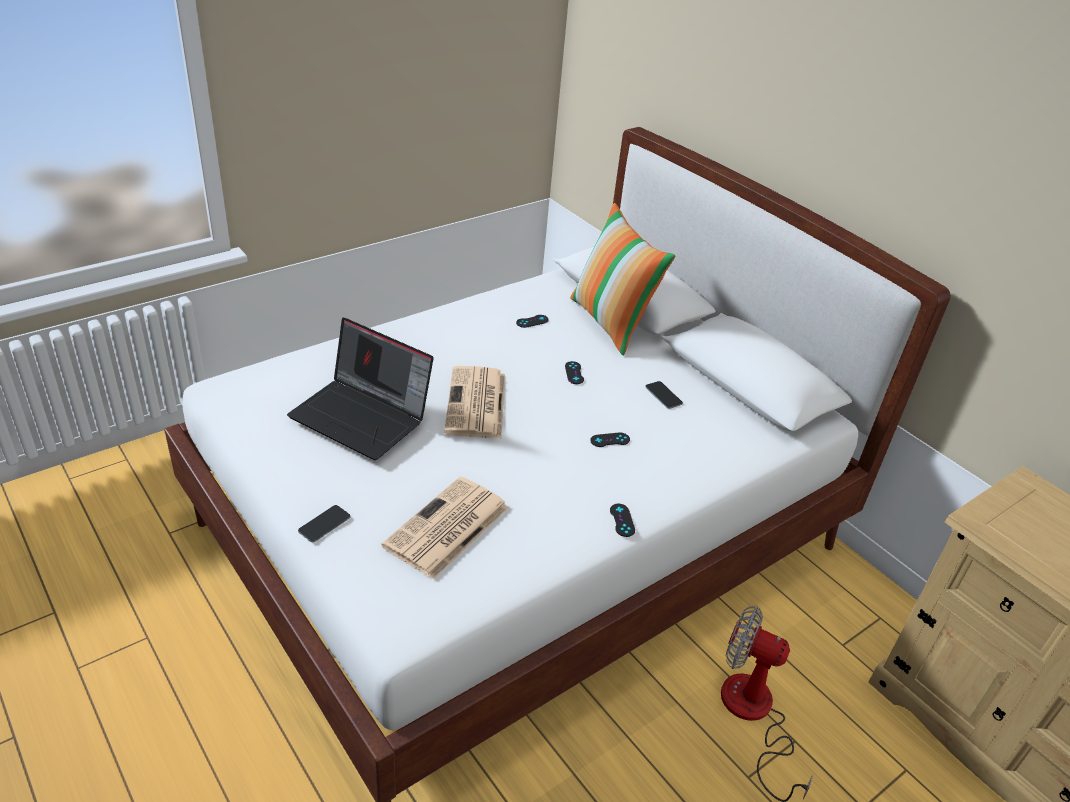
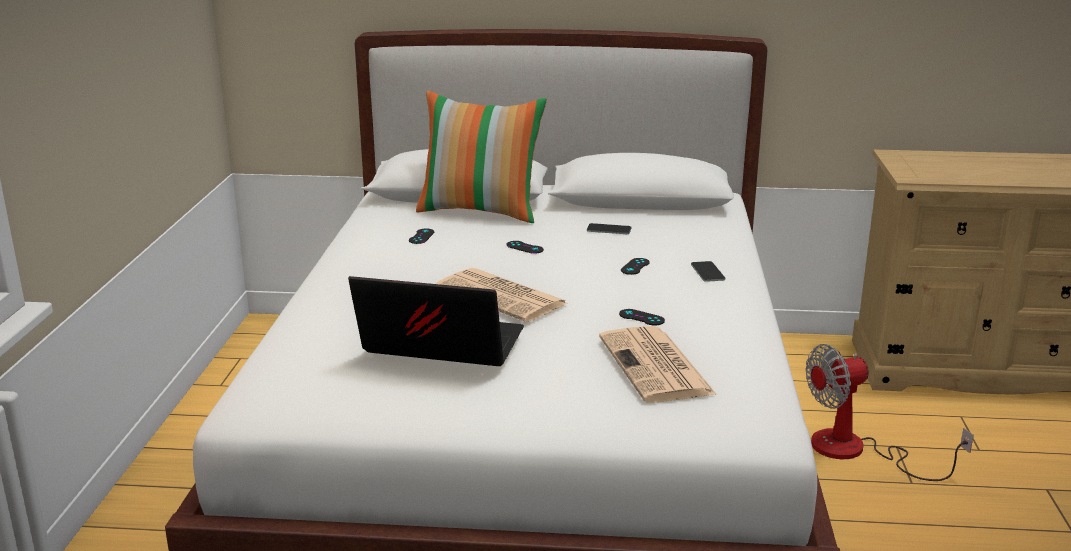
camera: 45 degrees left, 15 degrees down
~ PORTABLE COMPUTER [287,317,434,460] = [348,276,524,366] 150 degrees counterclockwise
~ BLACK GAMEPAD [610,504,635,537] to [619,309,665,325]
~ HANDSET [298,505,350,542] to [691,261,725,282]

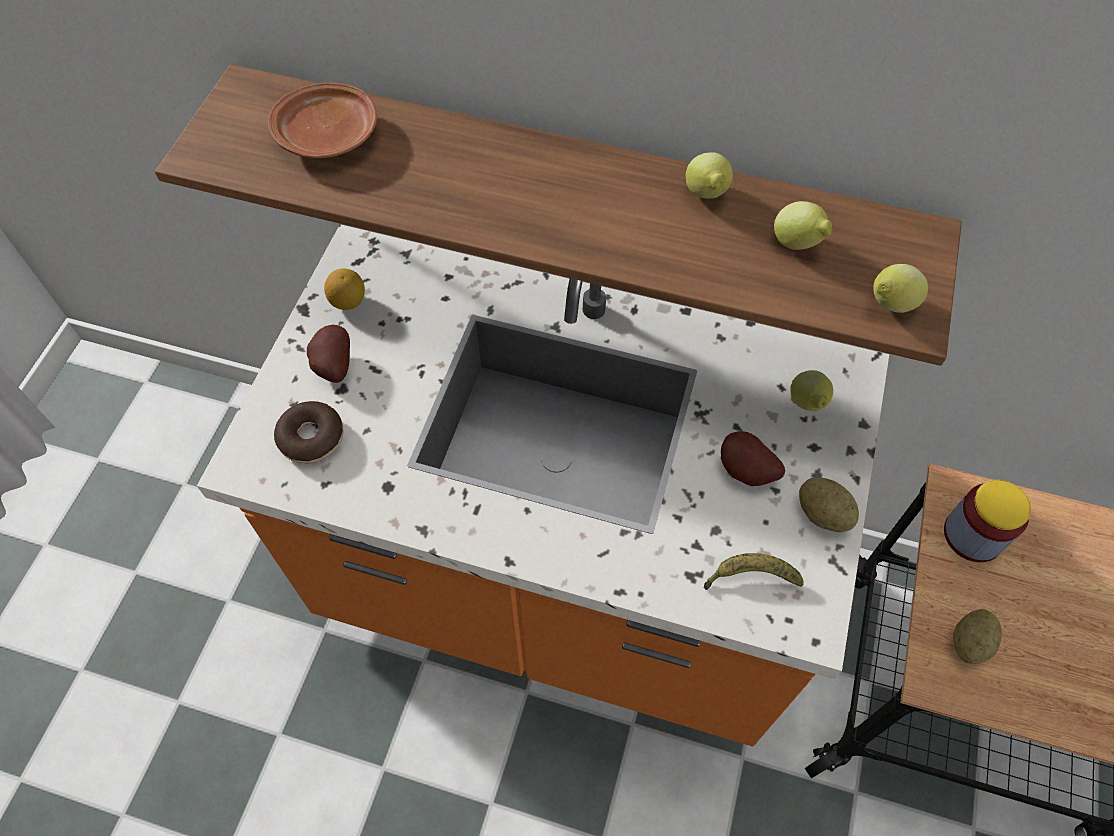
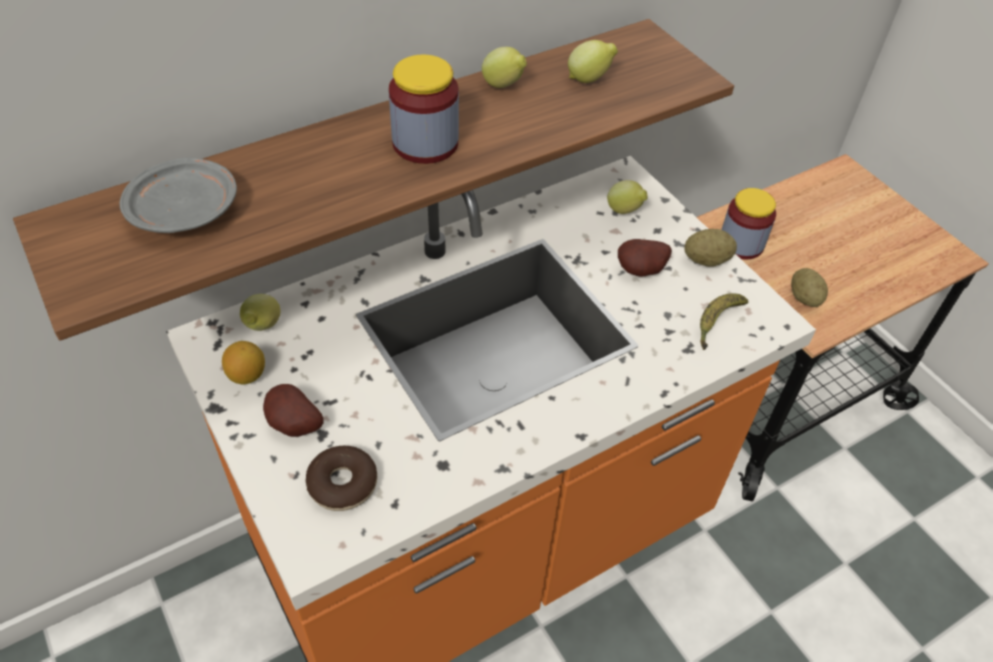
camera: 50 degrees left, 10 degrees down
~ BROWN PLATE [268,83,377,158] to GRAY PLATE [120,157,237,233]
~ CITRUS FRUIT [873,264,928,313] to [240,294,280,331]
+ PRESERVE JAR [389,55,459,164]

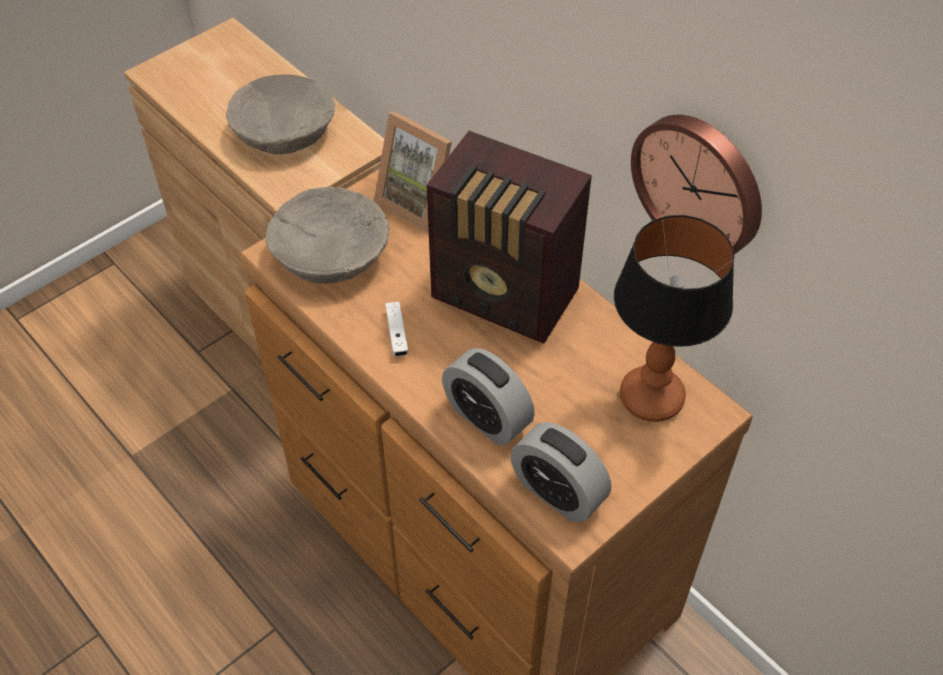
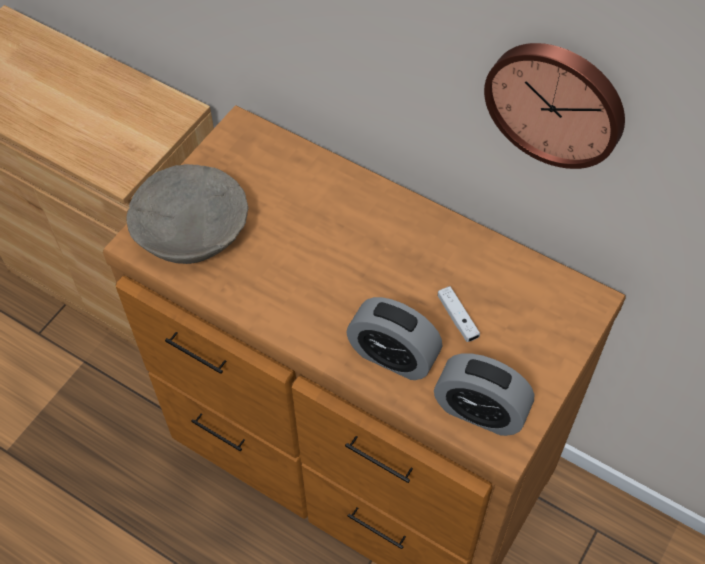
camera: 15 degrees left, 5 degrees up
- BEIGE-COLOURED DEEP DISH [226,74,335,154]
- PICTURE FRAME [374,111,452,233]
- RADIO RECEIVER [426,131,592,344]
- TABLETOP LAMP [614,215,735,422]
~ WHITISH GAMEPAD [385,302,409,357] to [438,286,480,342]

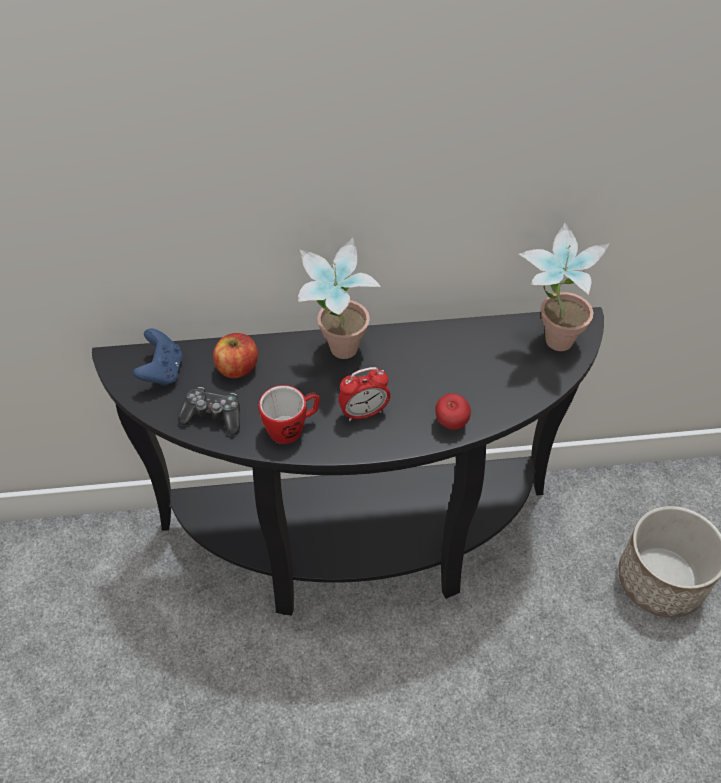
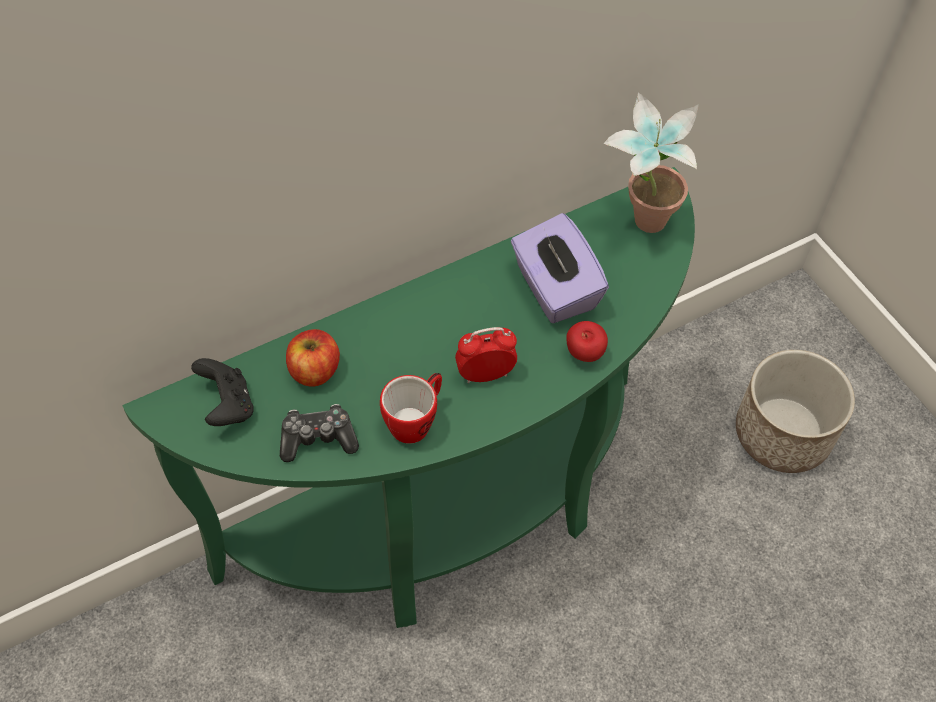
camera: 25 degrees left, 5 degrees up
- HOUSEPLANT [298,237,381,359]
~ BLACK HALL TABLE [92,307,604,616] to GREEN HALL TABLE [122,167,695,628]
~ BLUISH GAMEPAD [133,329,183,386] to BLACK GAMEPAD [191,358,254,426]
~ BEDSIDE CLOCK [338,367,390,421] = [455,327,517,383] 150 degrees counterclockwise
+ PURPLE BOX OF TISSUES [511,213,609,323]

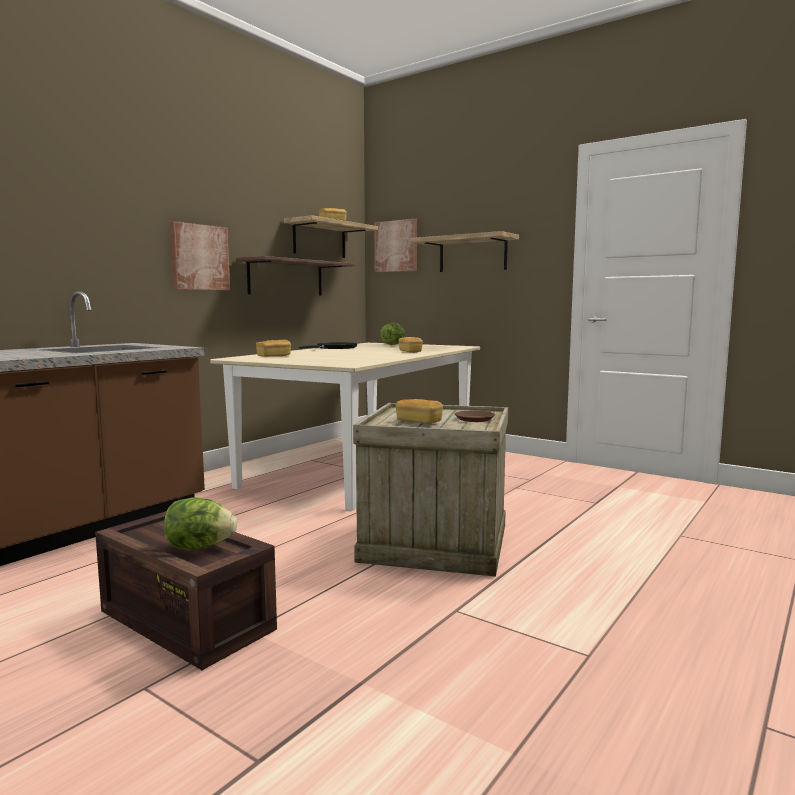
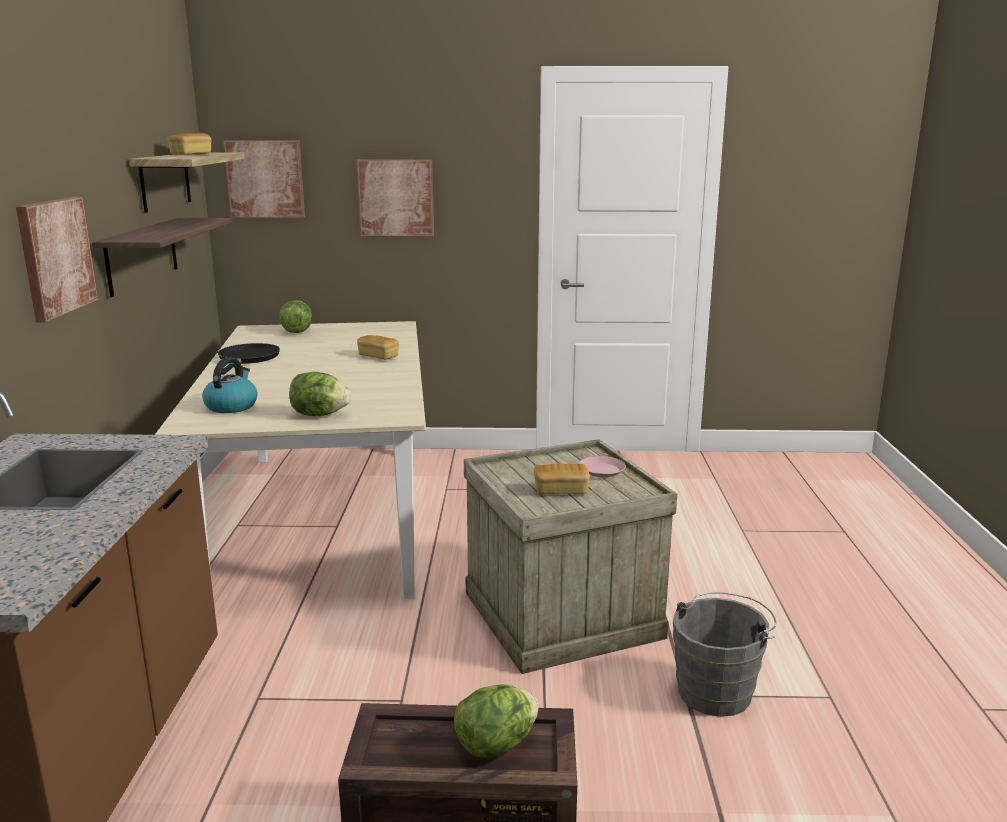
camera: 35 degrees left, 10 degrees up
~ WALL SHELF [411,231,519,272] to WALL PICTURE [356,160,434,236]
~ BREAD [256,339,291,357] to WATER KETTLE [202,357,258,413]
~ BROWN PLATE [455,411,495,422] to PINK-COLOURED PLATE [579,456,626,477]
+ HEAD OF LETTUCE [289,372,351,416]
+ GRAY WATER BUCKET [673,592,777,717]

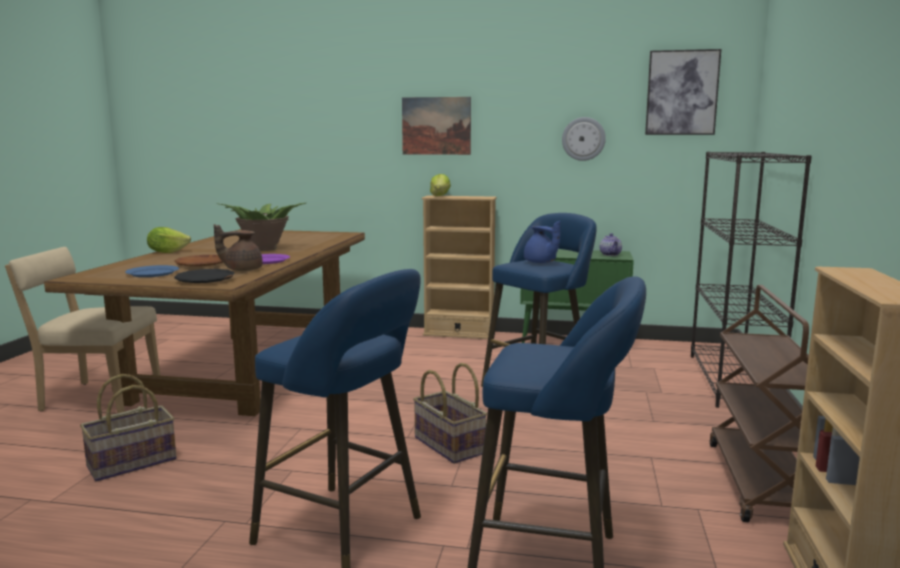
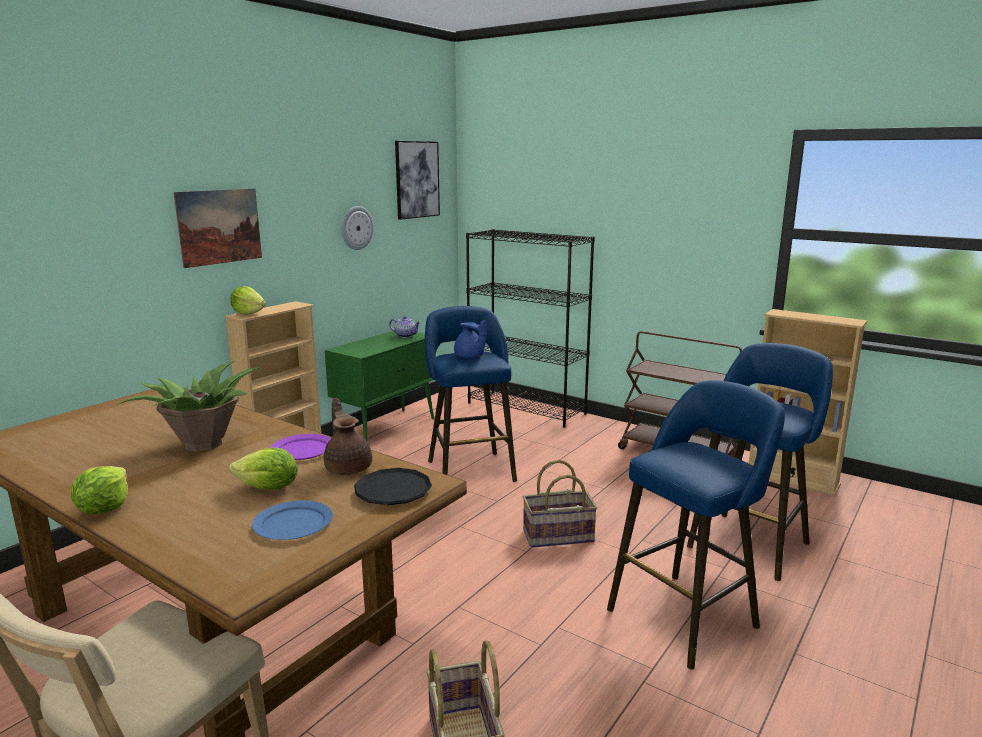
camera: 65 degrees left, 5 degrees up
~ BLUISH POT FOR TEA [524,221,560,263] = [454,320,486,358] 60 degrees clockwise
~ BROWN POT FOR TEA [214,224,263,271] = [324,398,372,475] 150 degrees clockwise
~ BROWN PLATE [174,255,223,267] to HEAD OF LETTUCE [229,448,298,489]

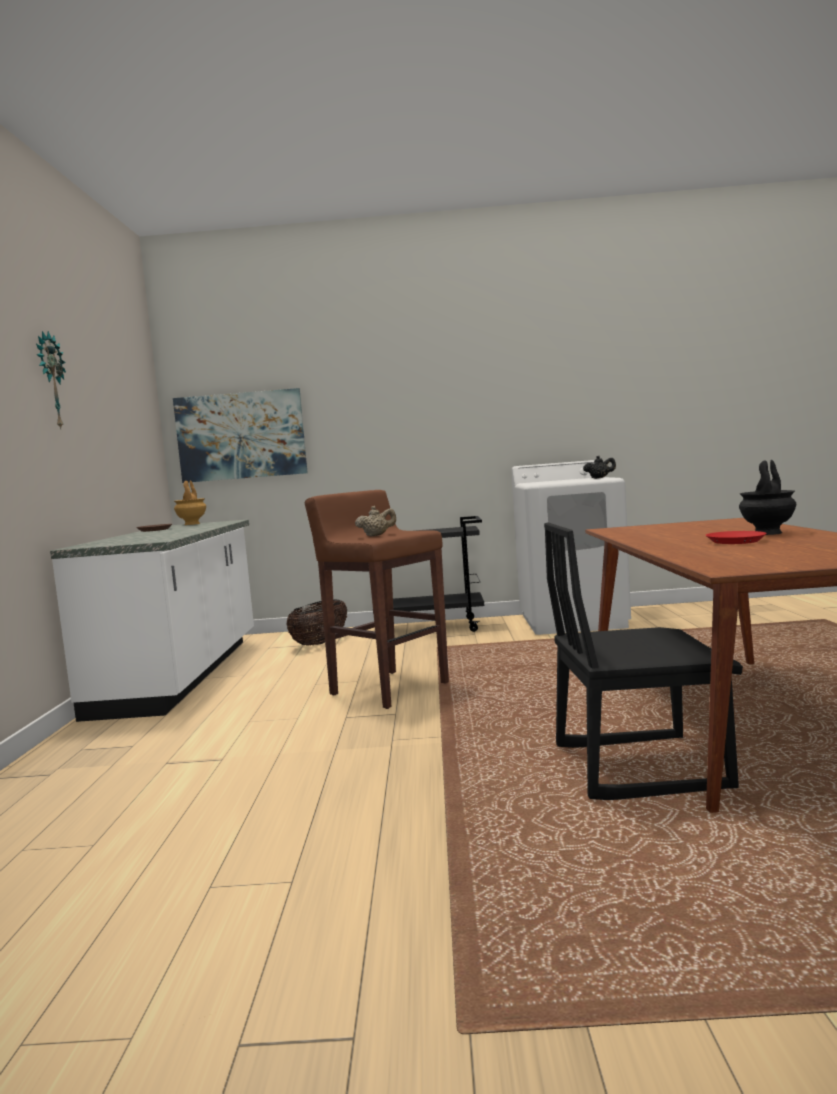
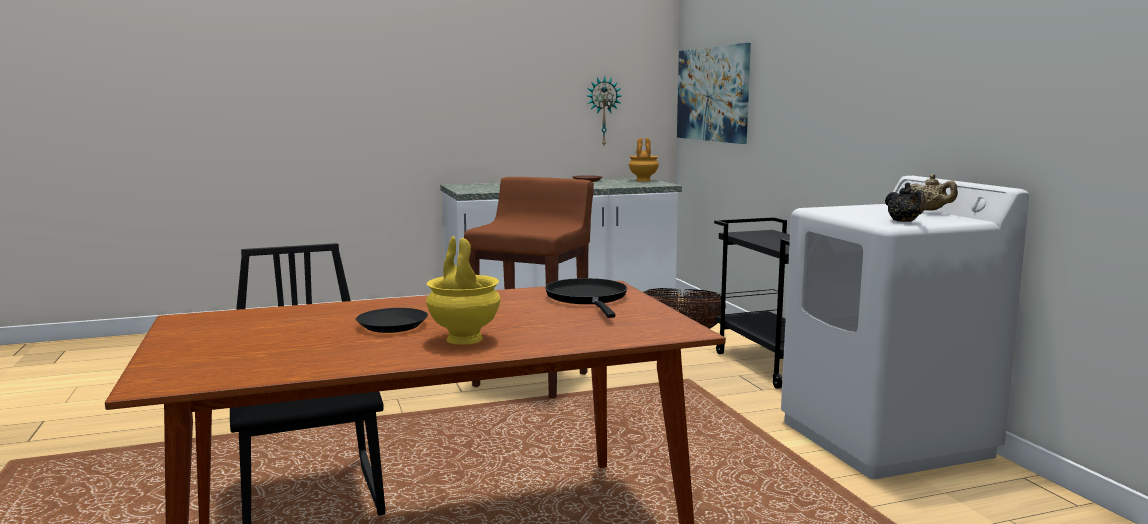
camera: 70 degrees right, 5 degrees up
~ HANGING CLOCK [36,331,66,429] to [587,76,621,145]
~ BLACK FLOWER VASE [739,460,796,535] to YELLOWISH FLOWER VASE [426,236,501,345]
~ BEIGE-COLOURED POT FOR TEA [355,506,396,537] to [910,174,958,211]
~ RED PLATE [706,531,767,544] to BLACK PLATE [356,308,428,333]
+ BLACK SKILLET [545,278,627,318]

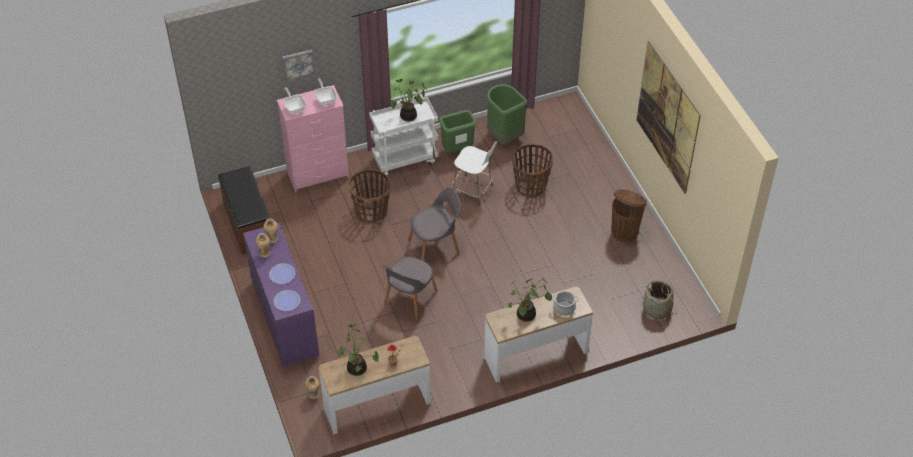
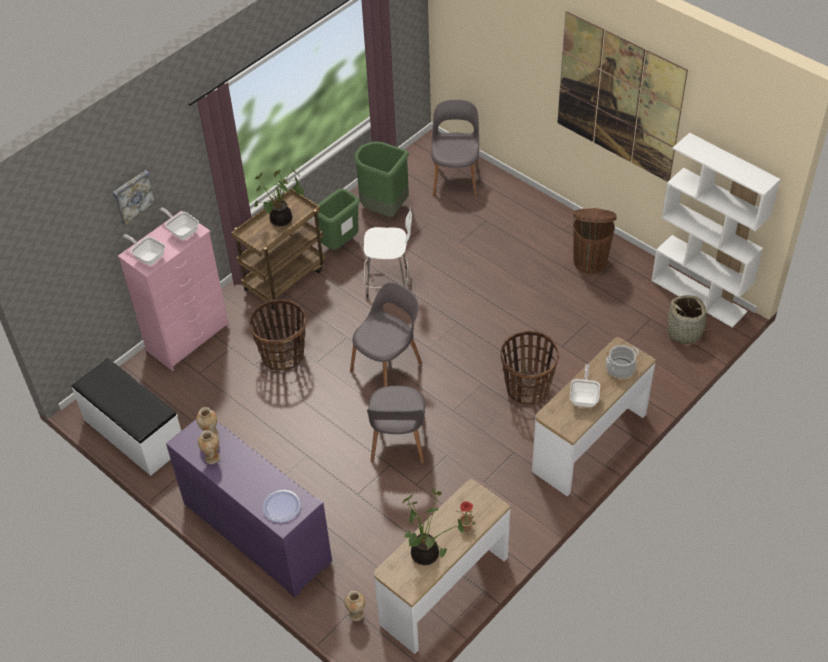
camera: 25 degrees left, 0 degrees up
~ WHITISH WHEELED CART [369,97,439,178] to BROWN WHEELED CART [231,189,326,310]
~ BASKET [512,144,553,197] to [501,331,559,405]
~ BROWN LONG SEAT [218,166,270,254] to WHITISH LONG SEAT [72,358,181,476]
- PLATE [269,263,296,284]
~ HOUSEPLANT [508,277,552,322] to SKILLET [570,364,600,407]
+ GRAY PLAIN CHAIR [431,100,479,197]
+ WHITISH BOOKCASE [651,133,780,328]

